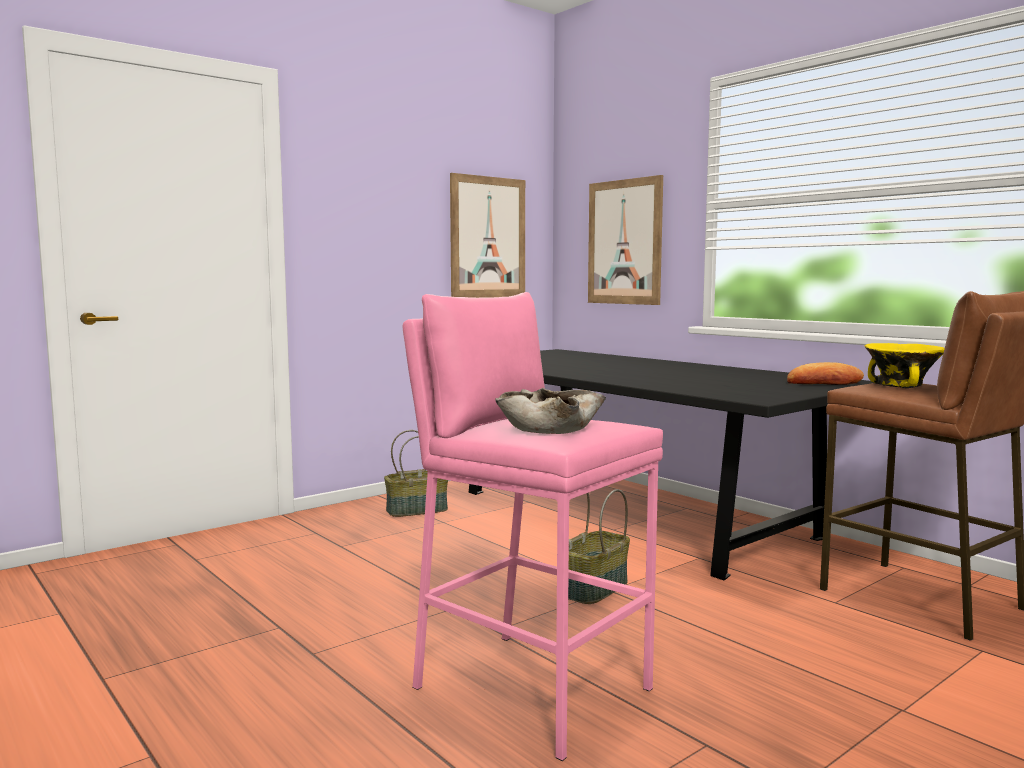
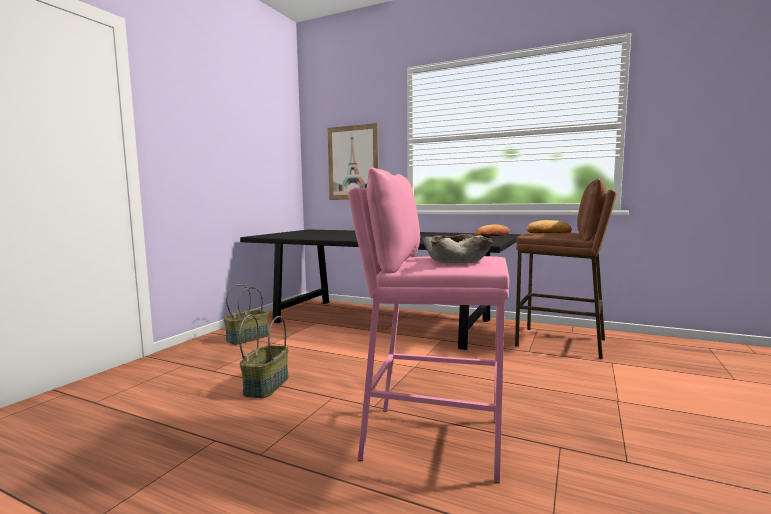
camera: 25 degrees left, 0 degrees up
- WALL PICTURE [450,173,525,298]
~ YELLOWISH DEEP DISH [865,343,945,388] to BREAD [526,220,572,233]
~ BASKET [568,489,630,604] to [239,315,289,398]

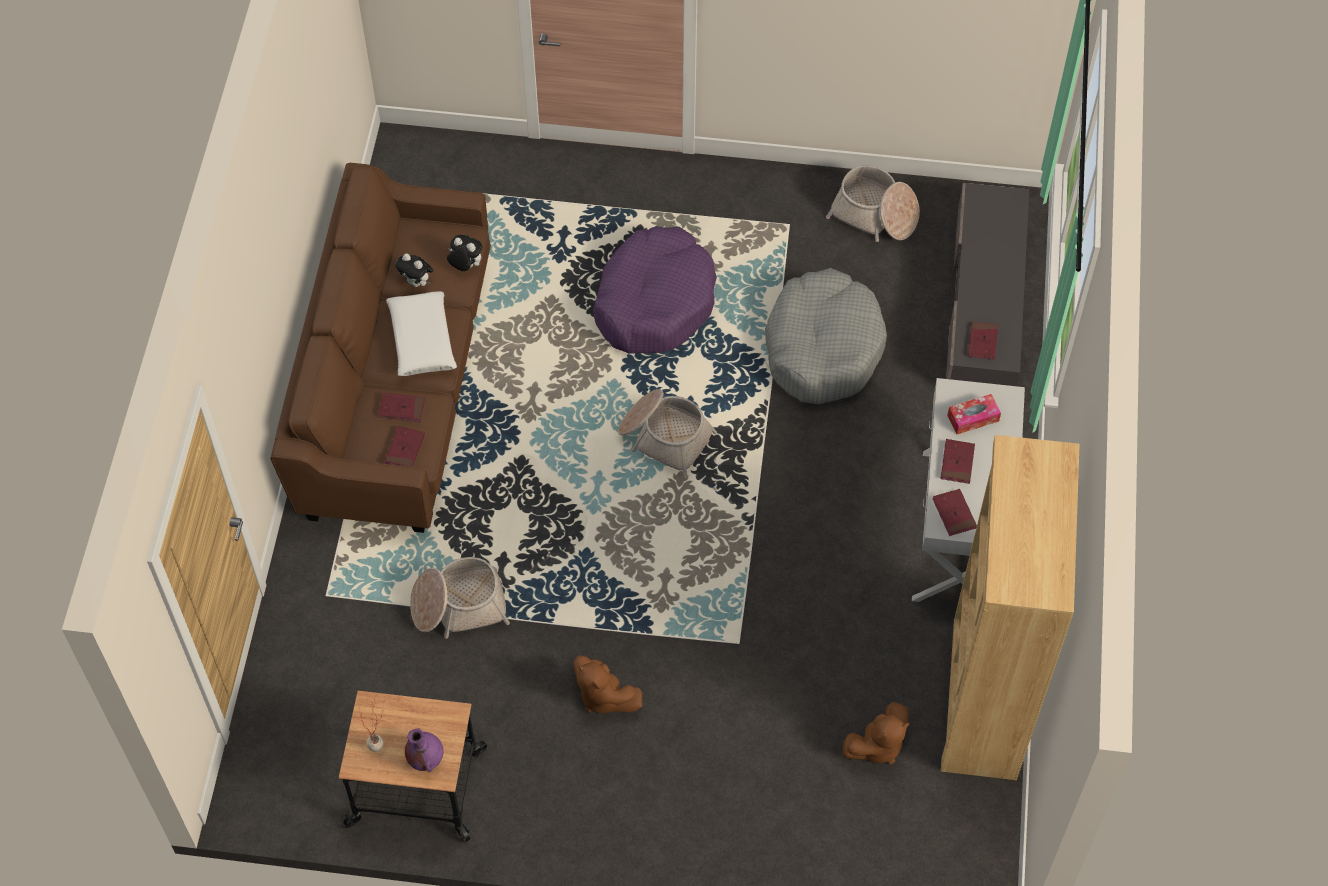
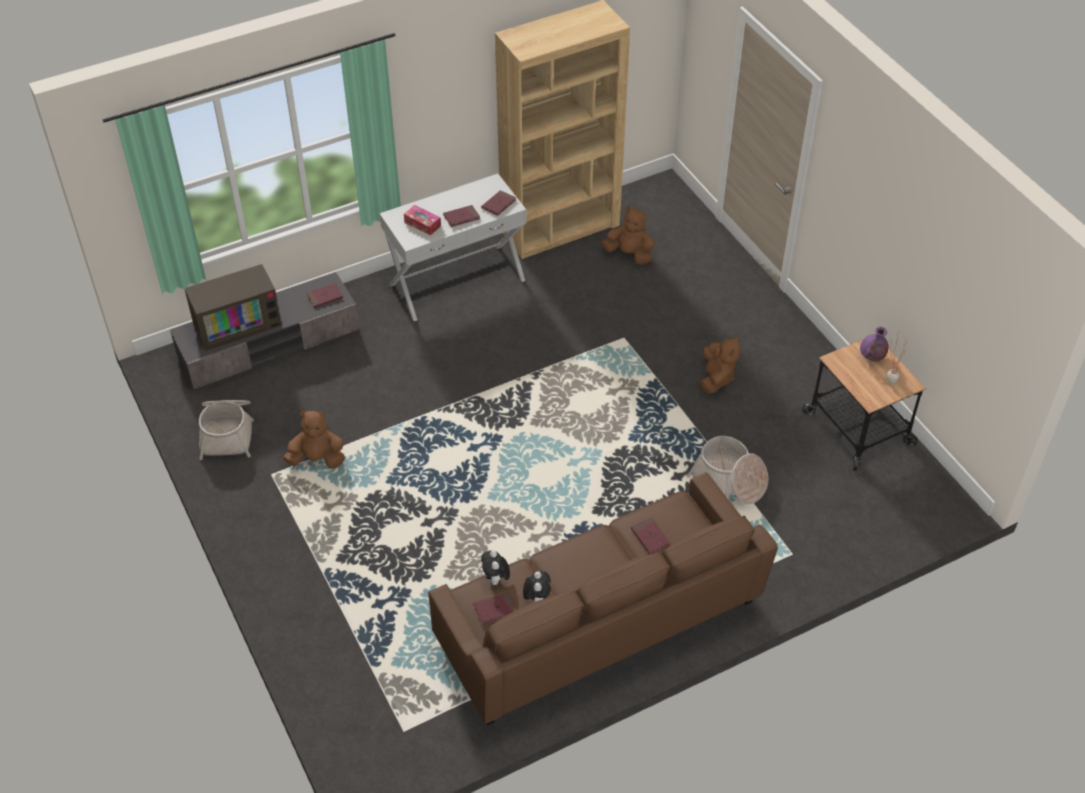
camera: 125 degrees left, 10 degrees down
- PURPLE PET BED [593,226,717,354]
- GRAY PET BED [765,268,887,404]
- WHITISH PILLOW [386,291,457,376]
- BASKET [618,389,717,478]
~ RED BOUND BOOK [384,425,425,467] to [473,593,517,624]
+ TV SET [184,264,282,351]
+ BROWN CUDDLY TOY [283,410,345,469]

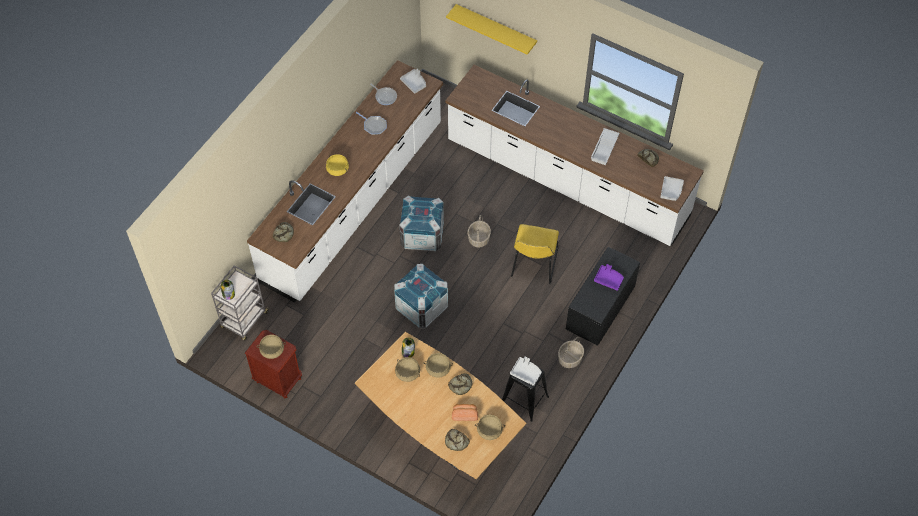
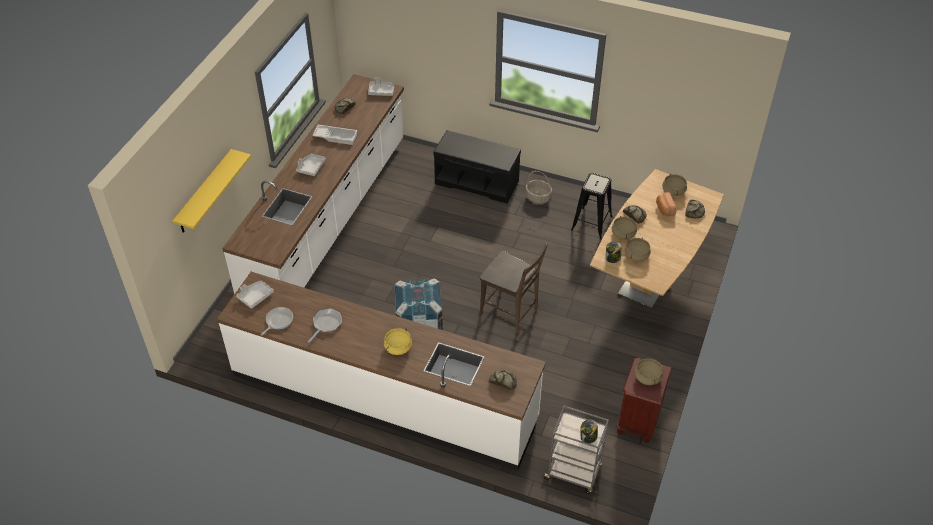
camera: 100 degrees left, 10 degrees down
- BASKET [468,215,491,247]
- YELLOWISH PLAIN CHAIR [511,224,559,284]
~ PACKING CRATE [394,264,448,328] to BROWN PLAIN CHAIR [479,243,548,333]
- PURPLE SERVING TRAY [594,264,624,291]
~ GRAY SERVING TRAY [510,357,542,386] to [296,154,326,176]

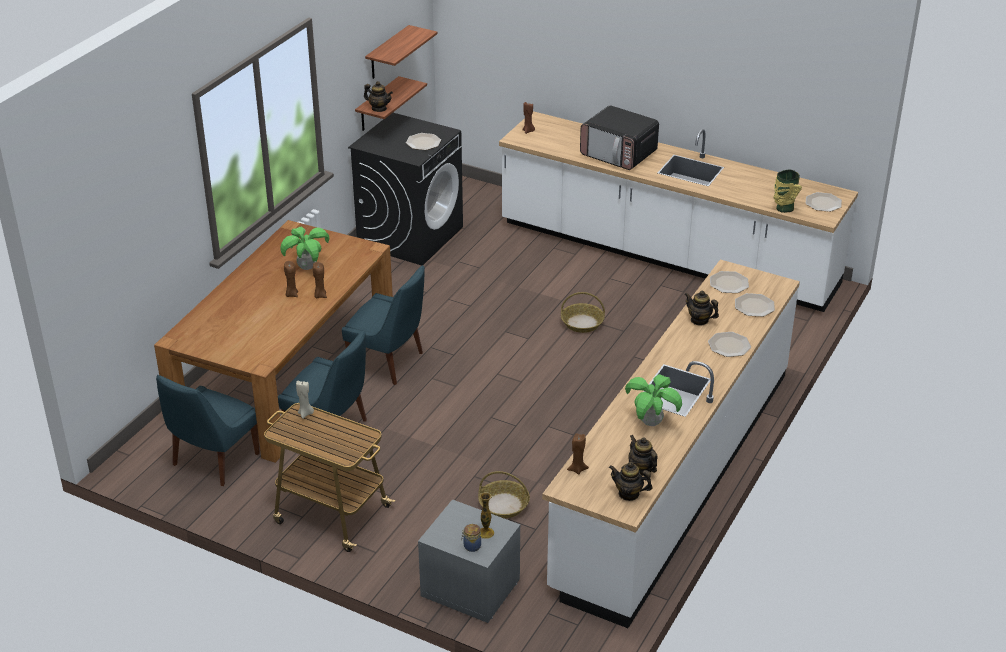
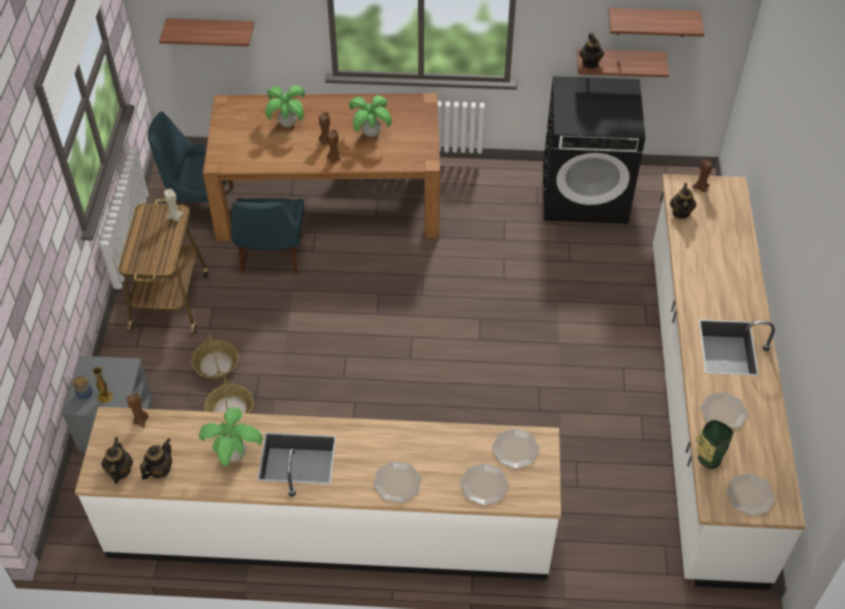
camera: 65 degrees right, 15 degrees up
- MICROWAVE OVEN [580,105,659,170]
~ PLATE [406,133,441,150] to [701,392,748,429]
- BLUISH PLAIN CHAIR [342,265,425,385]
~ POT FOR TEA [685,291,719,326] to [670,183,697,219]
~ BASKET [561,292,605,333] to [191,332,239,379]
+ WALL SHELF [159,18,254,46]
+ HOUSEPLANT [266,85,305,128]

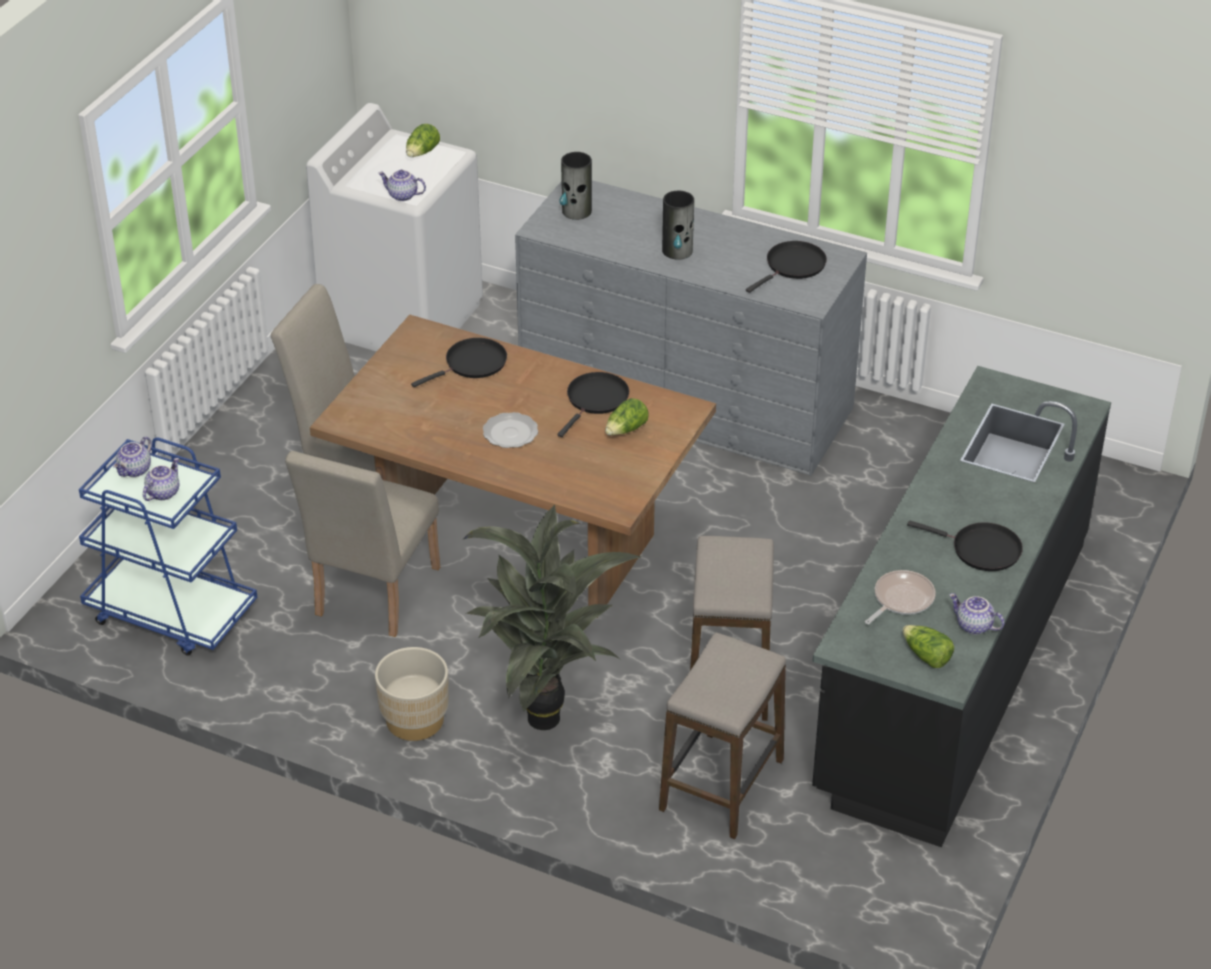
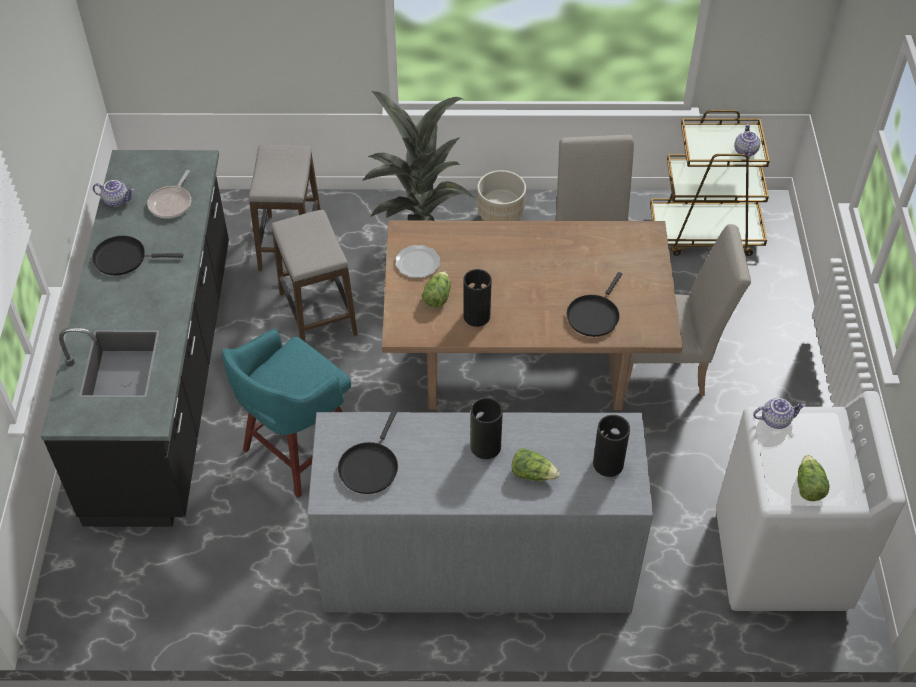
camera: 155 degrees right, 10 degrees up
~ BLACK SKILLET [557,372,629,437] to FLOWER VASE [463,269,492,327]
~ PLATE [483,412,538,448] to [395,245,440,278]
~ BLUISH WHEELED CART [79,437,257,656] to BROWN WHEELED CART [650,110,770,256]
- POT FOR TEA [143,458,179,501]
~ HEAD OF LETTUCE [902,625,954,668] to [512,448,560,481]
+ TURQUOISE STOOL SEAT [222,329,351,498]

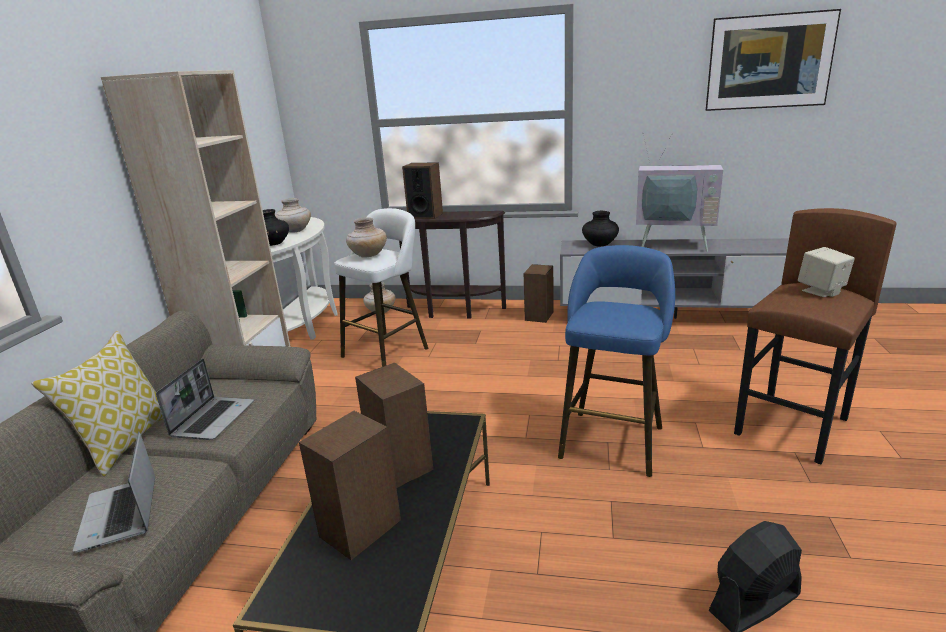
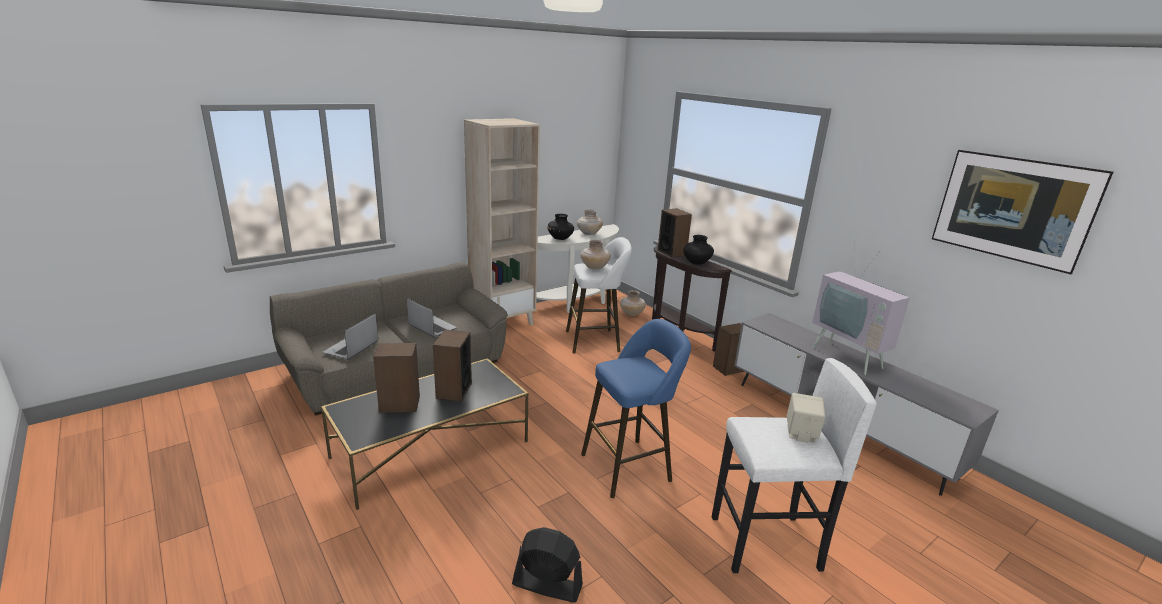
camera: 40 degrees right, 0 degrees up
~ BROWN STOOL SEAT [734,208,897,464] to WHITISH STOOL SEAT [712,358,877,573]
~ BLACK FLOWER VASE [582,211,619,246] to [683,235,714,265]
- PILLOW [31,331,163,476]
~ PORTABLE COMPUTER [156,358,254,440] = [407,298,457,337] 105 degrees counterclockwise

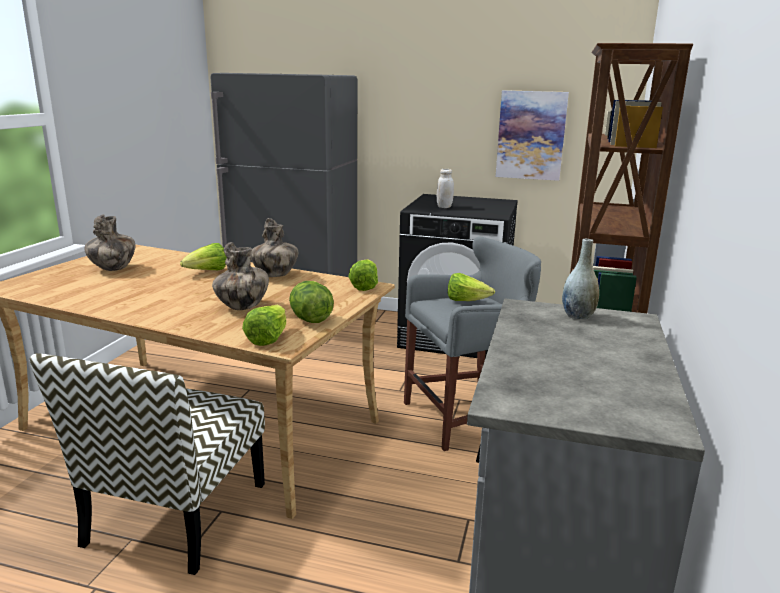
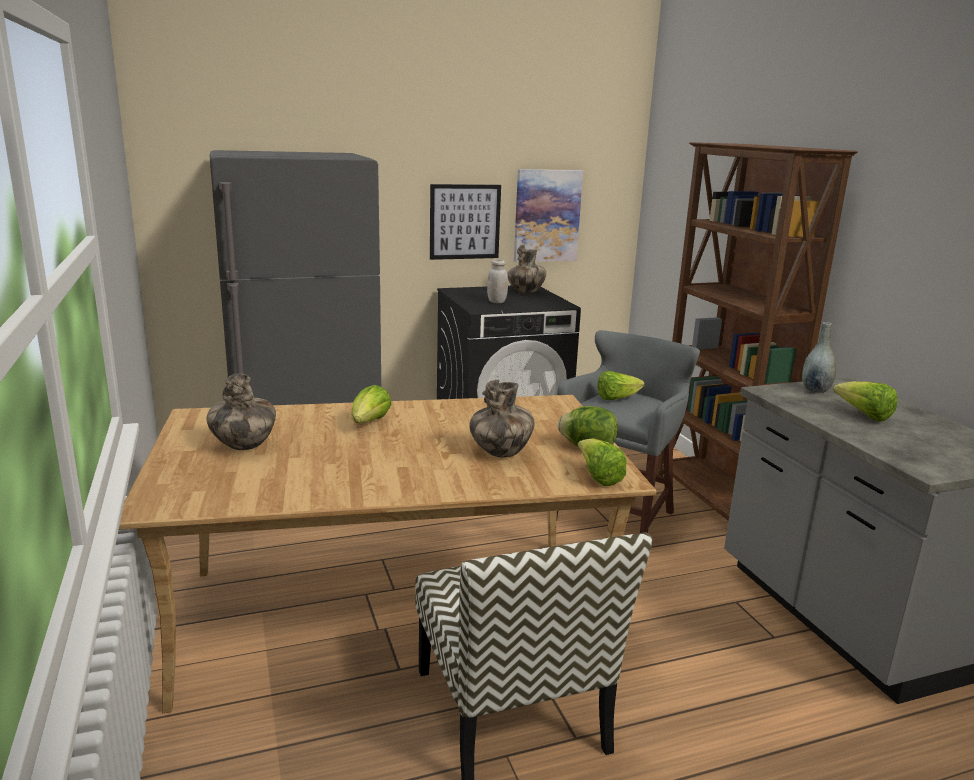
camera: 35 degrees left, 0 degrees up
~ FLOWER VASE [251,218,298,277] to [507,245,546,294]
~ HEAD OF LETTUCE [348,259,378,291] to [833,381,897,422]
+ WALL PICTURE [430,184,501,260]

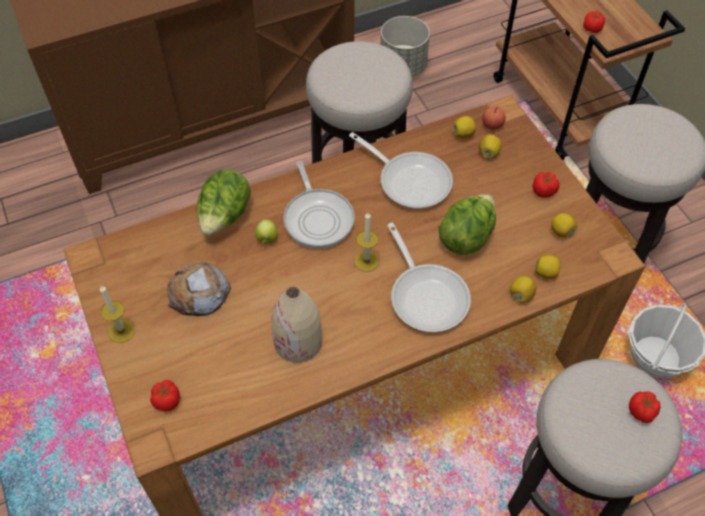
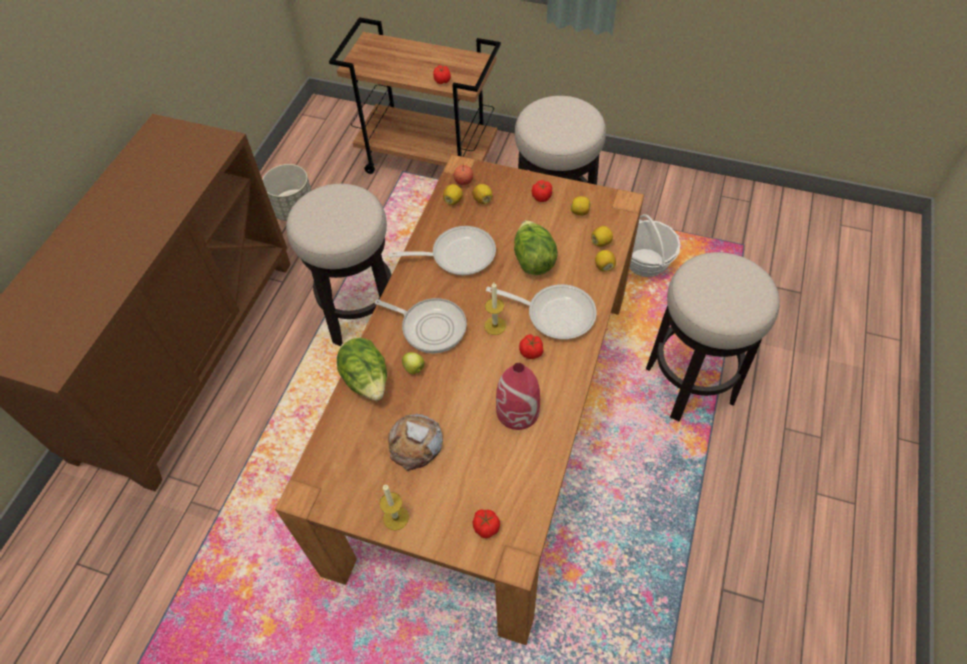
camera: 45 degrees left, 0 degrees up
~ BEIGE-COLOURED FLOWER VASE [271,287,322,363] to RED FLOWER VASE [496,363,540,430]
~ TOMATO [629,391,661,423] to [519,334,544,359]

